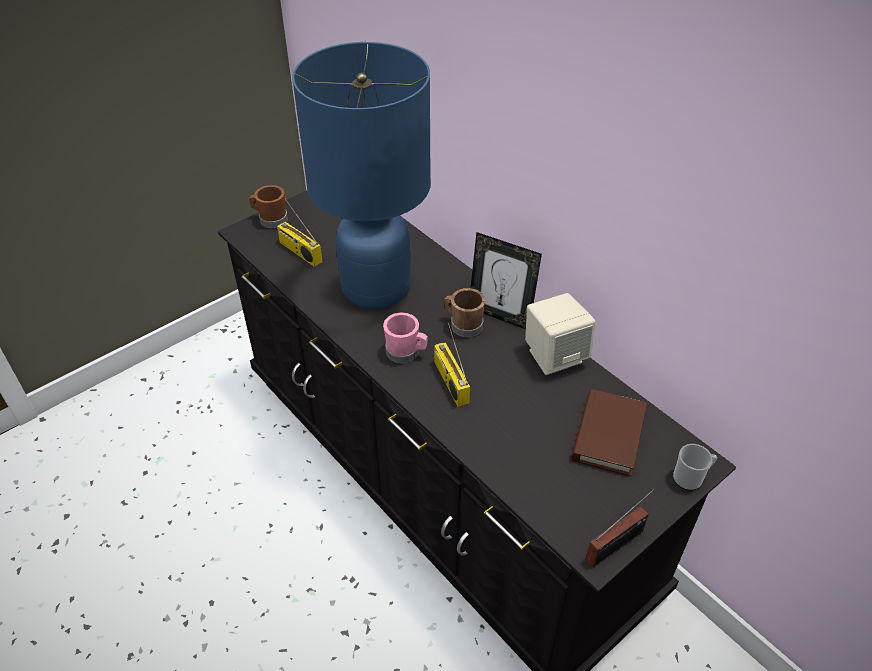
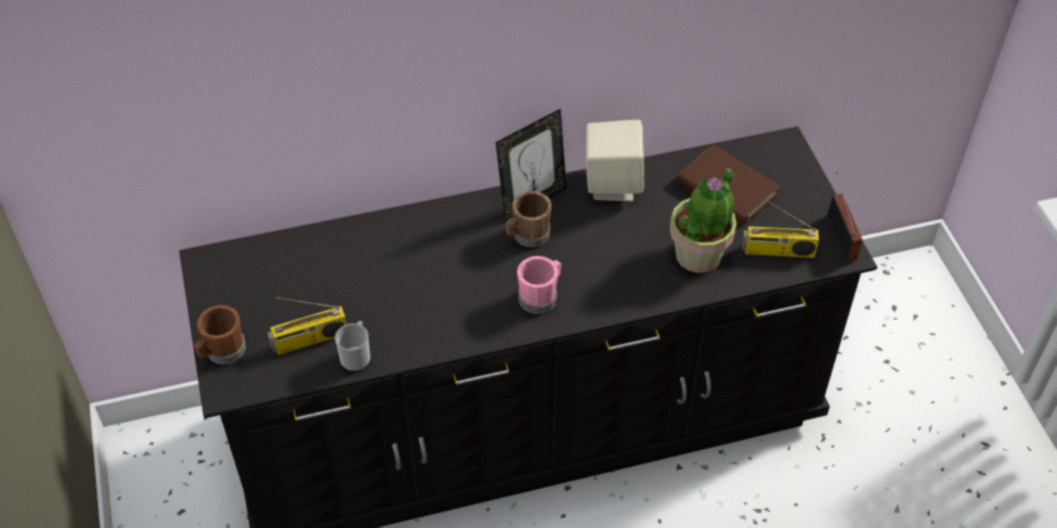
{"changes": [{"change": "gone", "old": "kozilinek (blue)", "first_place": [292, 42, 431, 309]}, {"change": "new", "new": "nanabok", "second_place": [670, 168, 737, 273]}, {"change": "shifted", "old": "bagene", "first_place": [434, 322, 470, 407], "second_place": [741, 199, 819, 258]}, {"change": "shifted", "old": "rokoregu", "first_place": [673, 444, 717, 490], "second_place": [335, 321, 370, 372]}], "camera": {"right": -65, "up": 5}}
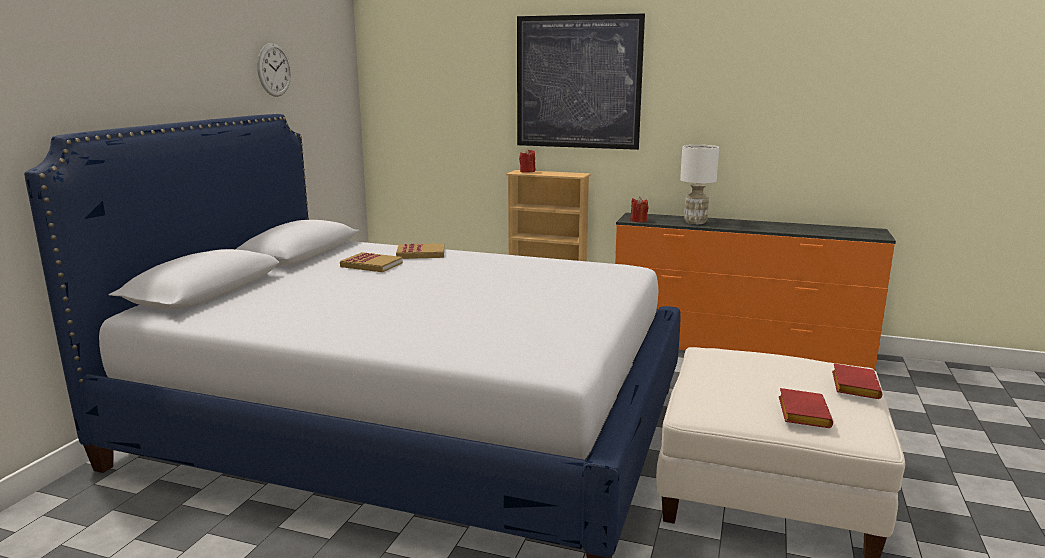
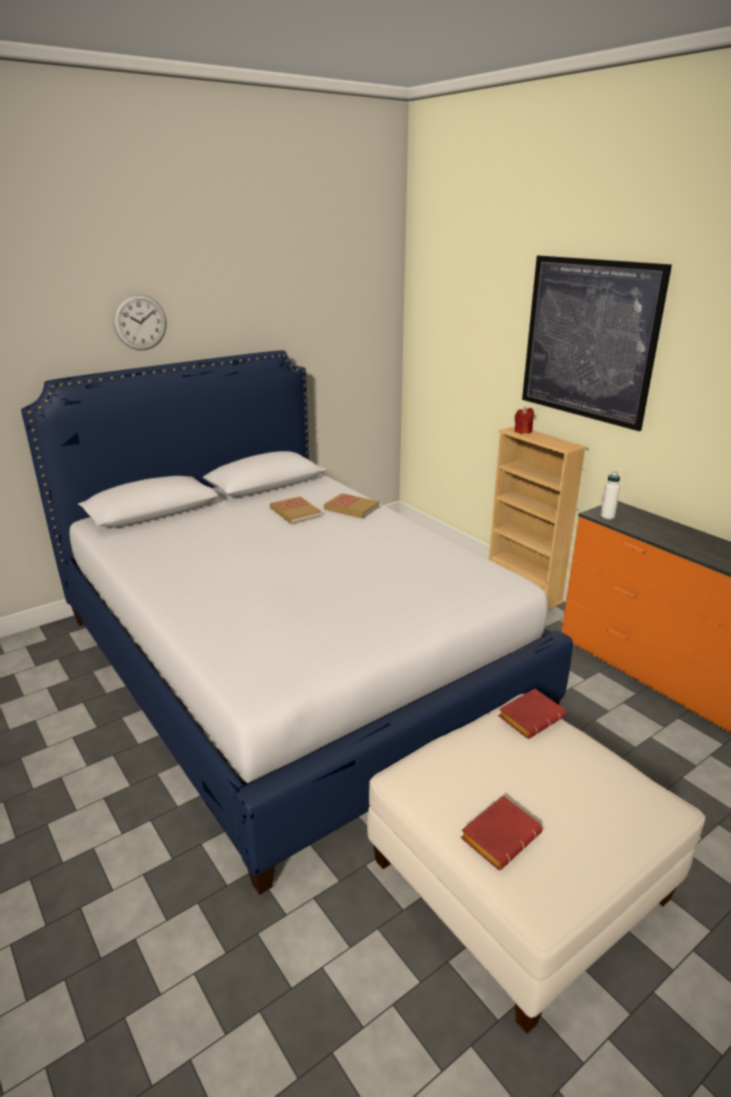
{"changes": [{"change": "gone", "old": "kozilinek (white)", "first_place": [680, 145, 719, 224]}, {"change": "shifted", "old": "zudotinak", "first_place": [257, 43, 291, 97], "second_place": [113, 294, 166, 350]}, {"change": "shifted", "old": "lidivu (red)", "first_place": [832, 363, 882, 399], "second_place": [498, 689, 566, 739]}, {"change": "swapped", "old": "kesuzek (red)", "new": "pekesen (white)", "first_place": [630, 197, 648, 222], "second_place": [600, 471, 620, 520]}], "camera": {"right": 35, "up": 10}}
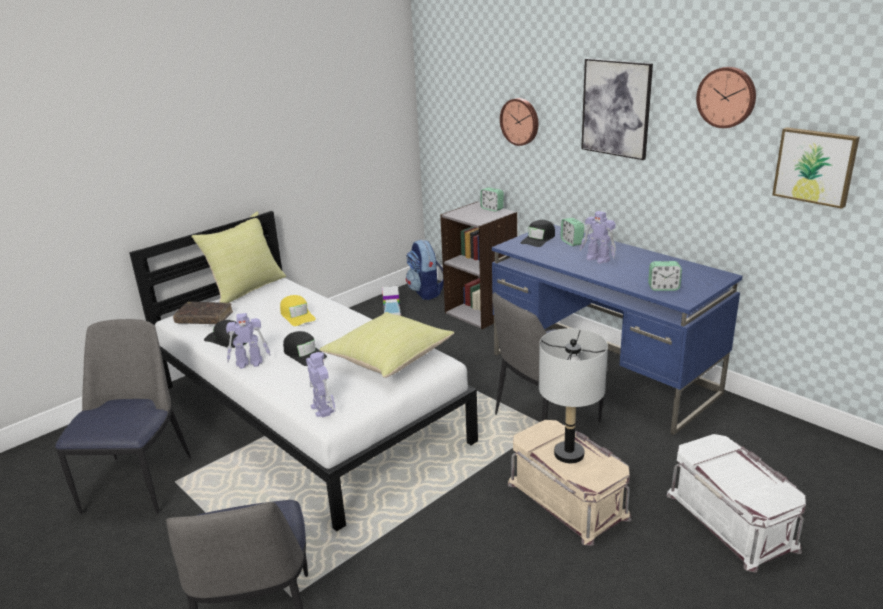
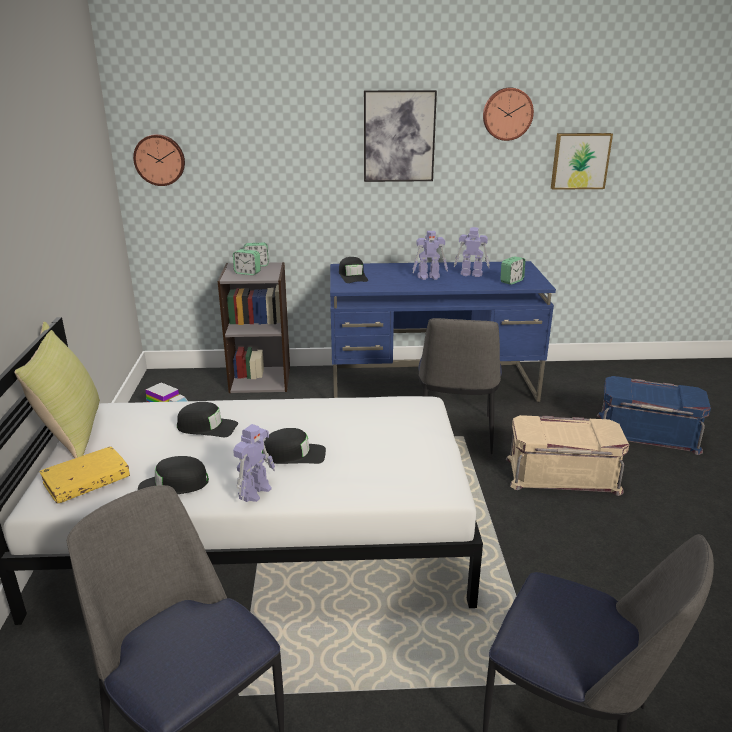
{"changes": [{"change": "gone", "old": "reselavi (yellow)", "first_place": [320, 312, 454, 378]}, {"change": "gone", "old": "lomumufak", "first_place": [406, 239, 444, 300]}, {"change": "gone", "old": "kozilinek (grey)", "first_place": [539, 328, 608, 463]}, {"change": "shifted", "old": "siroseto", "first_place": [306, 352, 336, 418], "second_place": [454, 227, 490, 277]}, {"change": "shifted", "old": "zudotinak", "first_place": [500, 98, 538, 146], "second_place": [133, 134, 185, 186]}, {"change": "shifted", "old": "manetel", "first_place": [560, 218, 584, 246], "second_place": [233, 249, 261, 275]}, {"change": "repainted", "old": "lidivu (brown)", "new": "lidivu (yellow)", "first_place": [173, 301, 233, 324], "second_place": [40, 447, 130, 503]}, {"change": "repainted", "old": "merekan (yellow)", "new": "merekan (black)", "first_place": [280, 295, 316, 326], "second_place": [177, 402, 238, 437]}, {"change": "repainted", "old": "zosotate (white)", "new": "zosotate (blue)", "first_place": [667, 434, 806, 572], "second_place": [597, 376, 711, 455]}], "camera": {"right": -50, "up": 0}}
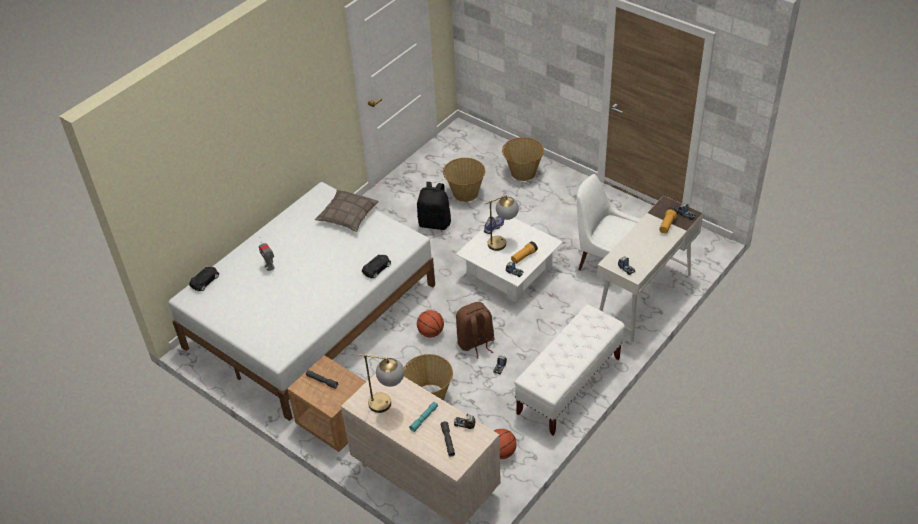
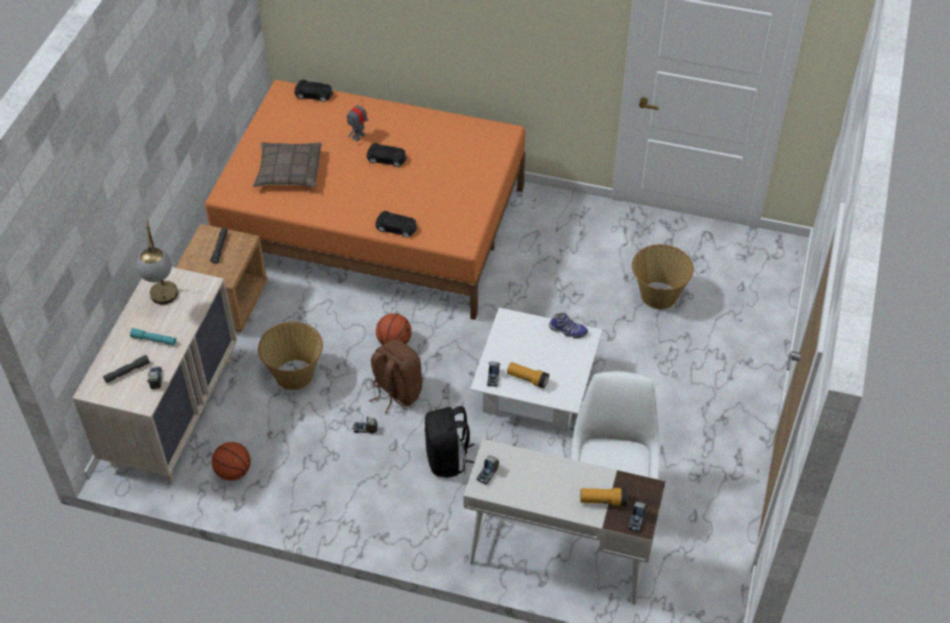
{"changes": [{"change": "gone", "old": "kozilinek", "first_place": [485, 195, 519, 251]}, {"change": "gone", "old": "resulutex", "first_place": [502, 137, 544, 181]}, {"change": "gone", "old": "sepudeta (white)", "first_place": [514, 304, 625, 435]}, {"change": "new", "new": "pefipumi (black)", "second_place": [367, 143, 407, 167]}, {"change": "shifted", "old": "reselavi", "first_place": [315, 190, 379, 232], "second_place": [253, 142, 322, 187]}, {"change": "shifted", "old": "lomumufak (black)", "first_place": [417, 182, 451, 230], "second_place": [425, 406, 475, 478]}, {"change": "repainted", "old": "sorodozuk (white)", "new": "sorodozuk (orange)", "first_place": [169, 182, 435, 421], "second_place": [205, 80, 525, 320]}], "camera": {"right": 65, "up": 5}}
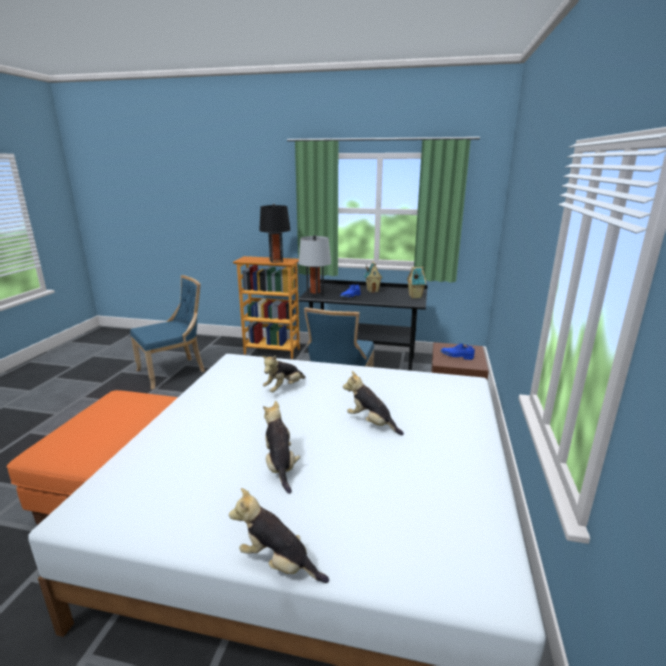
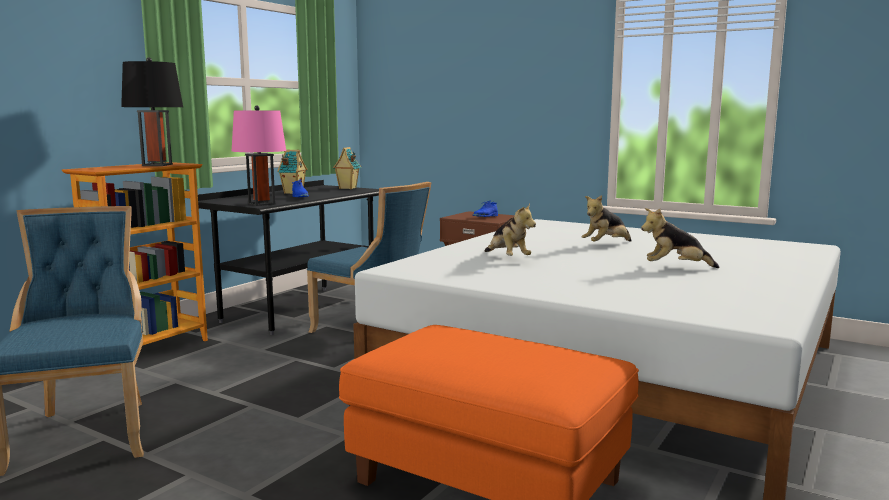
{"changes": [{"change": "gone", "old": "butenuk", "first_place": [229, 488, 329, 583]}, {"change": "repainted", "old": "kozilinek (grey)", "new": "kozilinek (pink)", "first_place": [299, 235, 331, 297], "second_place": [232, 105, 286, 206]}], "camera": {"right": -70, "up": -10}}
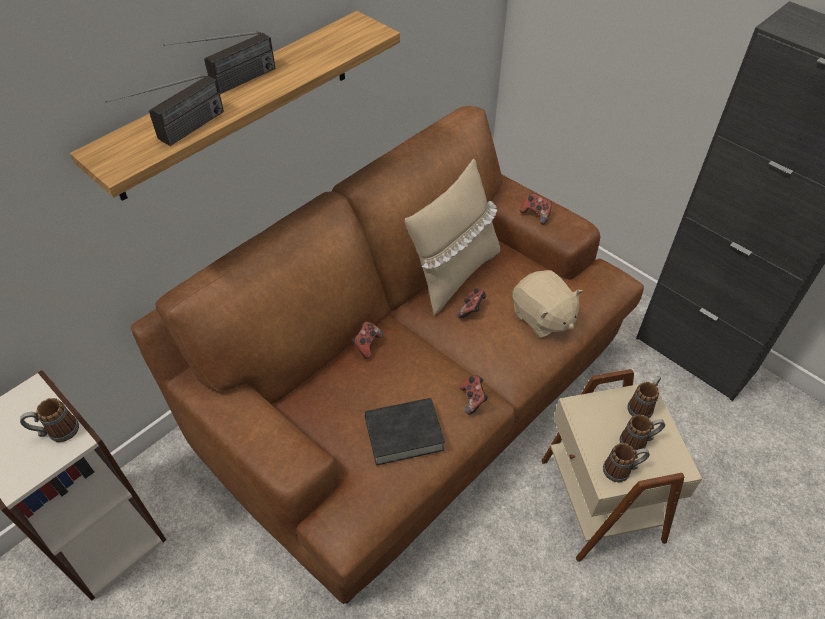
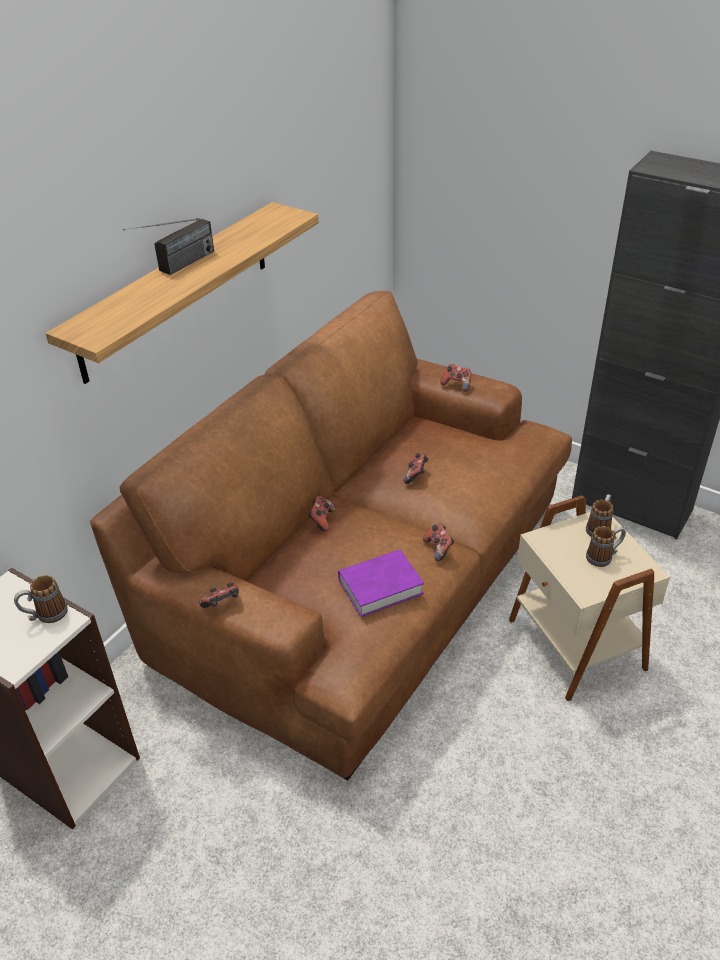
{"changes": [{"change": "gone", "old": "bagene", "first_place": [105, 74, 224, 146]}, {"change": "gone", "old": "reselavi (beige)", "first_place": [405, 159, 500, 316]}, {"change": "gone", "old": "butenuk (beige)", "first_place": [512, 270, 583, 338]}, {"change": "gone", "old": "rokoregu", "first_place": [603, 443, 650, 482]}, {"change": "new", "new": "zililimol", "second_place": [199, 582, 239, 608]}, {"change": "repainted", "old": "lidivu (black)", "new": "lidivu (purple)", "first_place": [365, 398, 445, 465], "second_place": [338, 549, 424, 617]}], "camera": {"right": -10, "up": -10}}
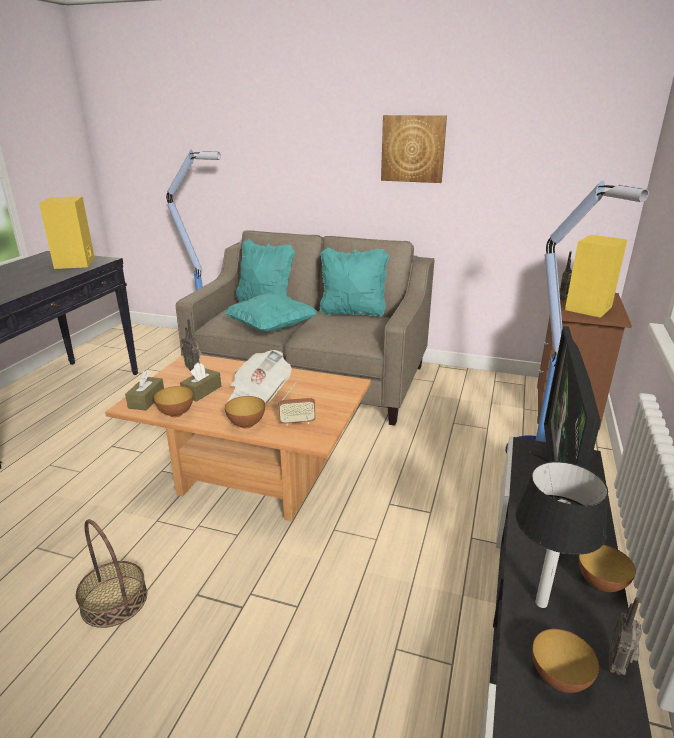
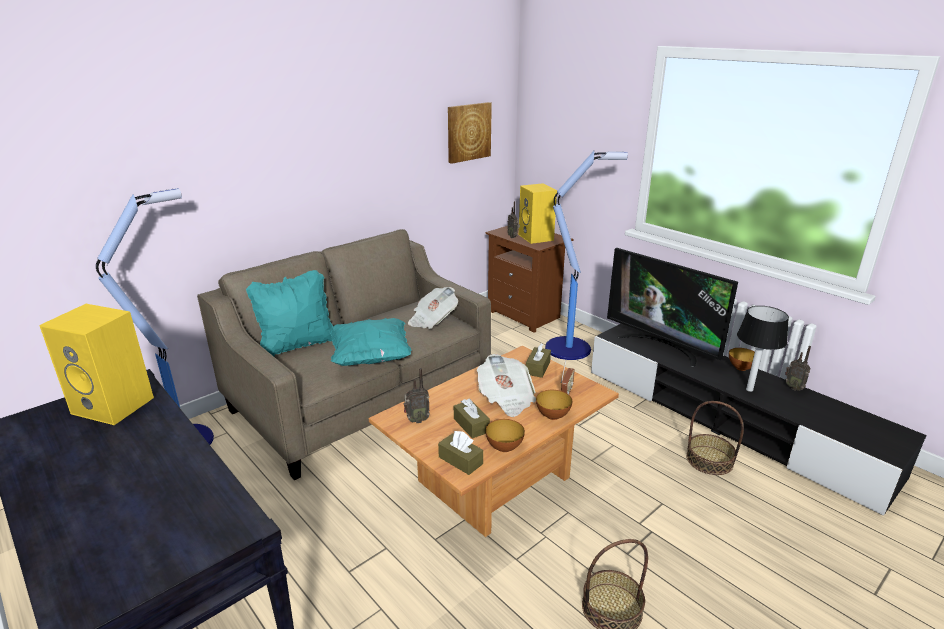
{"changes": [{"change": "gone", "old": "reselavi (turquoise)", "first_place": [320, 247, 389, 317]}, {"change": "gone", "old": "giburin", "first_place": [532, 629, 599, 693]}, {"change": "new", "new": "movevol", "second_place": [408, 287, 458, 329]}, {"change": "new", "new": "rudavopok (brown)", "second_place": [526, 343, 551, 378]}, {"change": "new", "new": "resulutex", "second_place": [686, 401, 744, 475]}, {"change": "shifted", "old": "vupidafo", "first_place": [381, 115, 447, 183], "second_place": [448, 102, 492, 164]}], "camera": {"right": -60, "up": 0}}
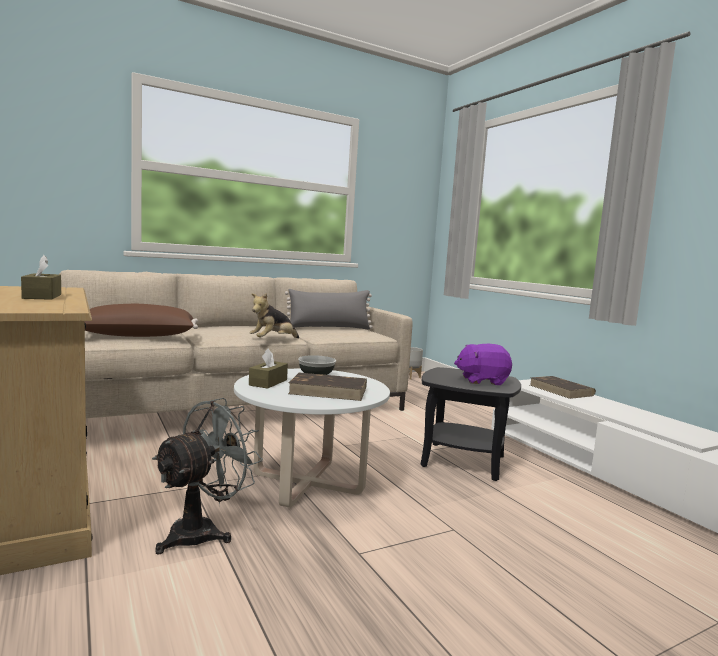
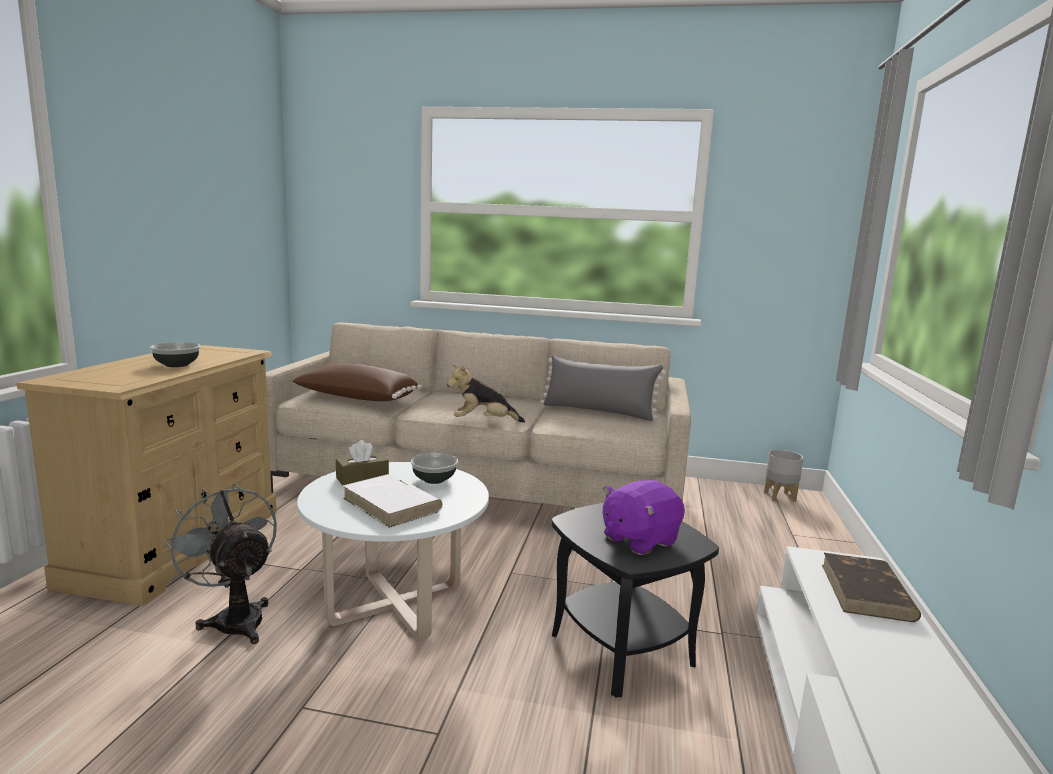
{"changes": [{"change": "swapped", "old": "rudavopok (brown)", "new": "giburin", "first_place": [21, 255, 61, 300], "second_place": [150, 342, 200, 367]}, {"change": "repainted", "old": "lidivu (brown)", "new": "lidivu (white)", "first_place": [288, 373, 367, 401], "second_place": [343, 474, 443, 528]}, {"change": "rotated", "old": "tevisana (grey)", "first_place": [152, 398, 263, 554], "second_place": [165, 483, 277, 644], "degrees": -120}, {"change": "rotated", "old": "butenuk (purple)", "first_place": [454, 344, 512, 385], "second_place": [603, 480, 685, 555], "degrees": -75}], "camera": {"right": 40, "up": 5}}
